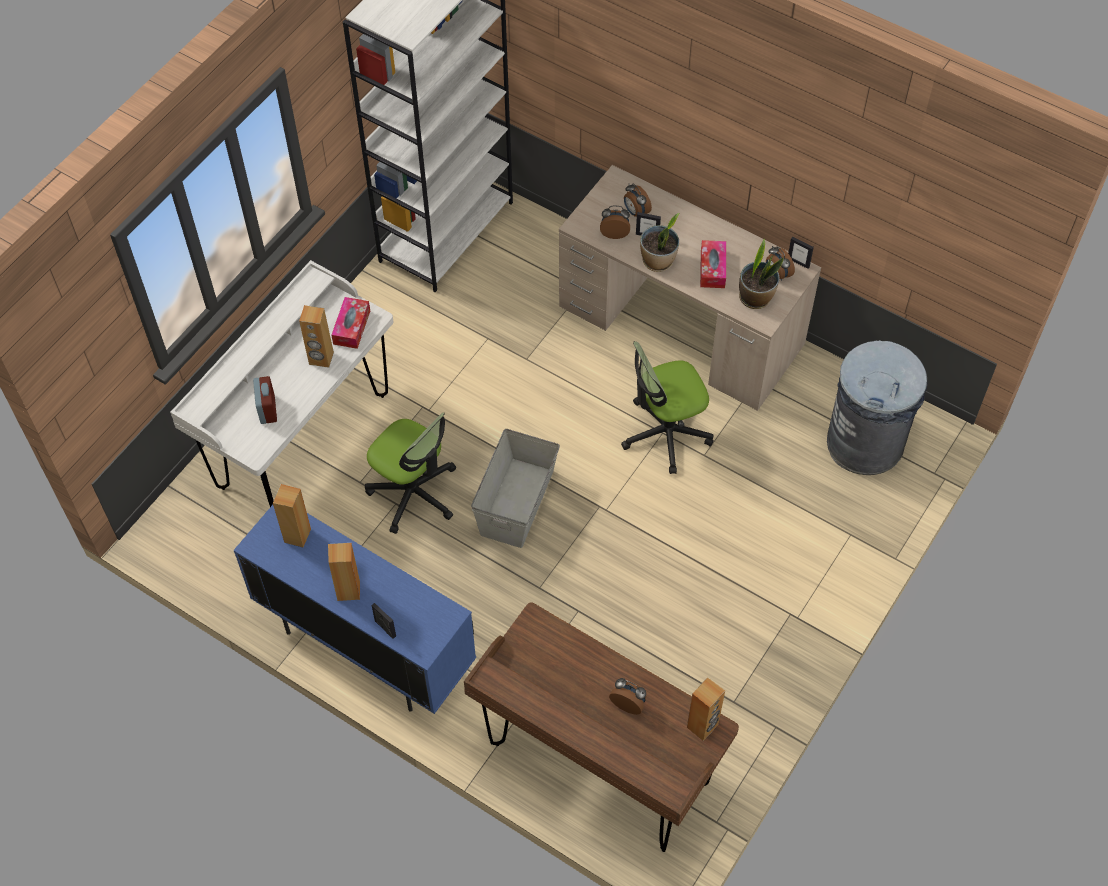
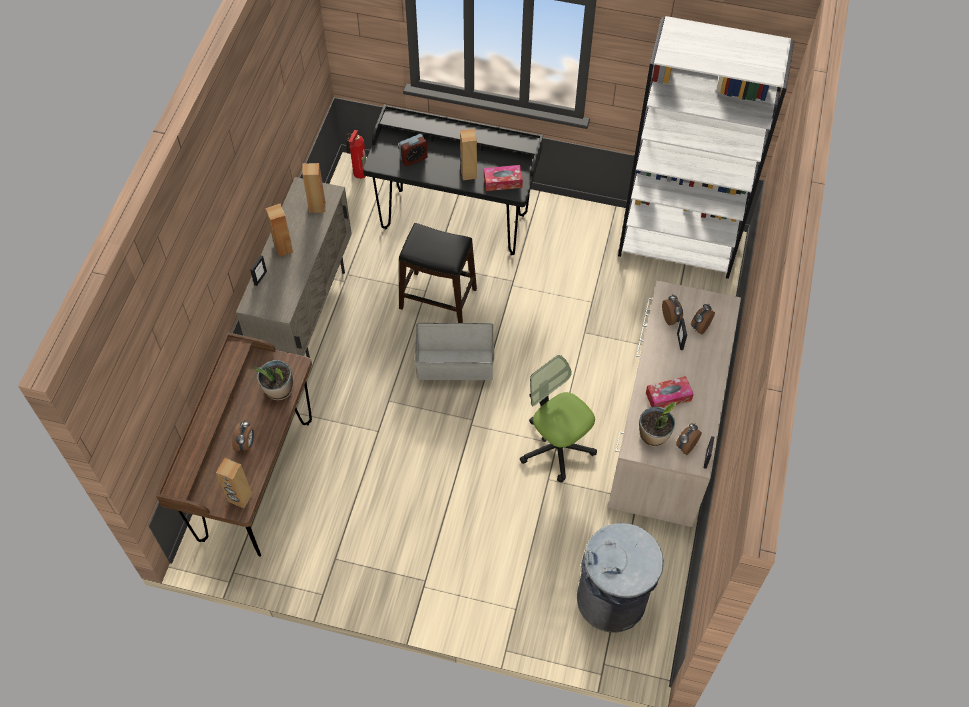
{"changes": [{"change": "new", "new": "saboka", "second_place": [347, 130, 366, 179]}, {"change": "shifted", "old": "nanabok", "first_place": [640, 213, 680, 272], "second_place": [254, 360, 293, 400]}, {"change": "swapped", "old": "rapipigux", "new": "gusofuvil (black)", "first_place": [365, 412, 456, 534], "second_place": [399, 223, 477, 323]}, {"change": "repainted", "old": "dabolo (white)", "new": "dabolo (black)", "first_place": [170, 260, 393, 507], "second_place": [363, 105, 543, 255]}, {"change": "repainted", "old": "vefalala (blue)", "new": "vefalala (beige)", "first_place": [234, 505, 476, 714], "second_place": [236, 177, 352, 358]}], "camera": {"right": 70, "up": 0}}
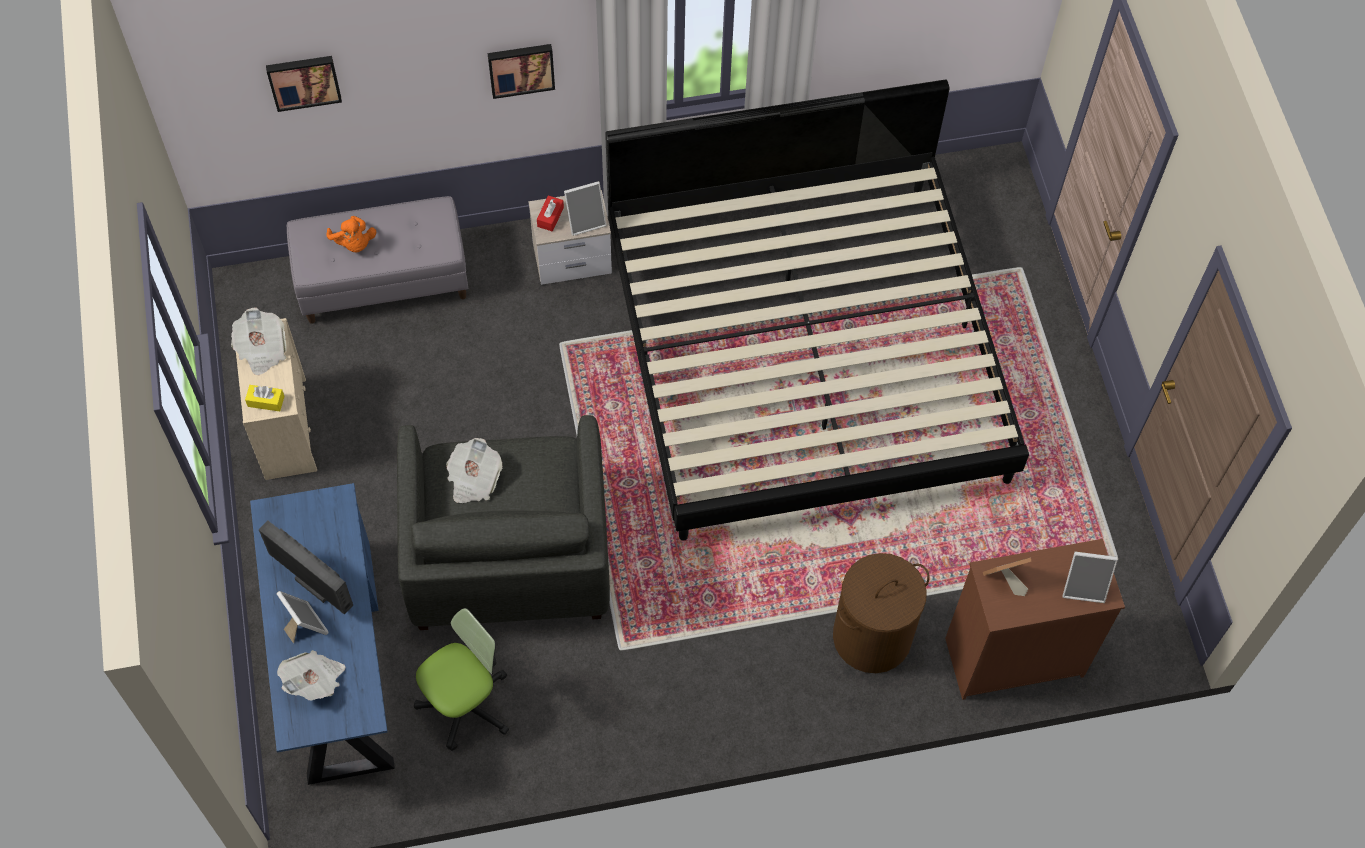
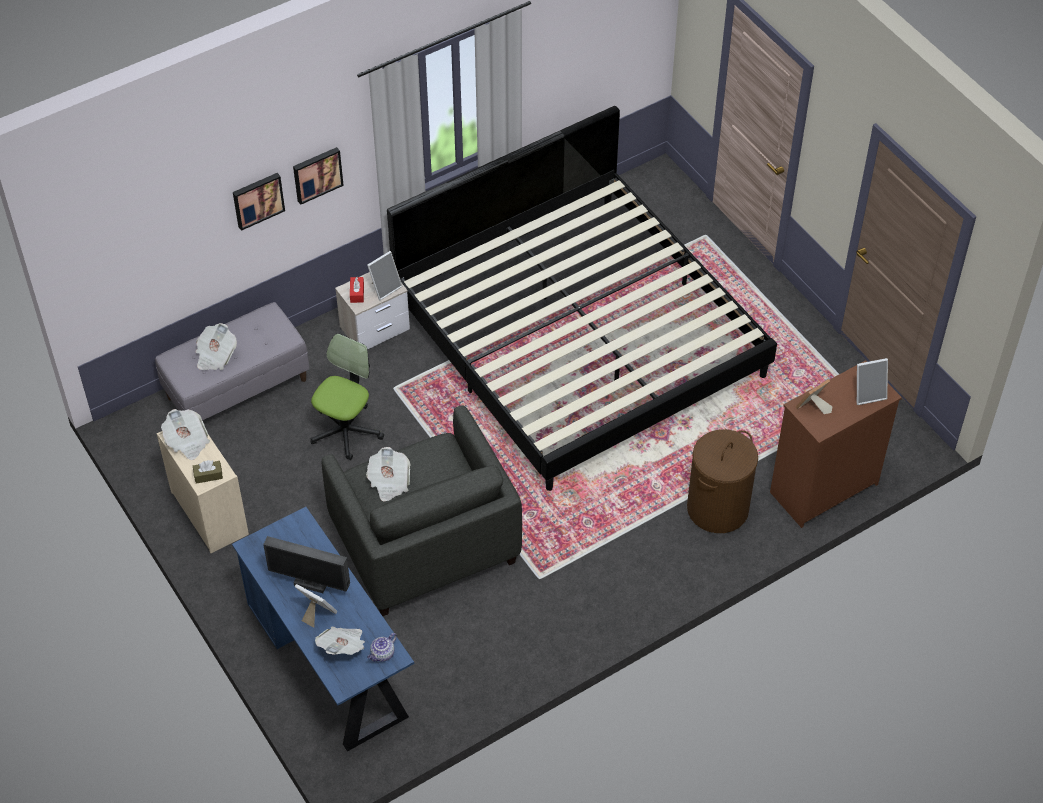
{"changes": [{"change": "new", "new": "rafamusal", "second_place": [367, 633, 397, 662]}, {"change": "shifted", "old": "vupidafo", "first_place": [266, 56, 342, 112], "second_place": [233, 173, 285, 231]}, {"change": "shifted", "old": "rapipigux", "first_place": [414, 608, 509, 751], "second_place": [310, 334, 384, 460]}, {"change": "swapped", "old": "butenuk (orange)", "new": "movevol", "first_place": [326, 216, 376, 252], "second_place": [196, 323, 237, 370]}, {"change": "repainted", "old": "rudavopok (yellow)", "new": "rudavopok (brown)", "first_place": [245, 385, 285, 411], "second_place": [193, 460, 223, 484]}], "camera": {"right": -20, "up": -10}}
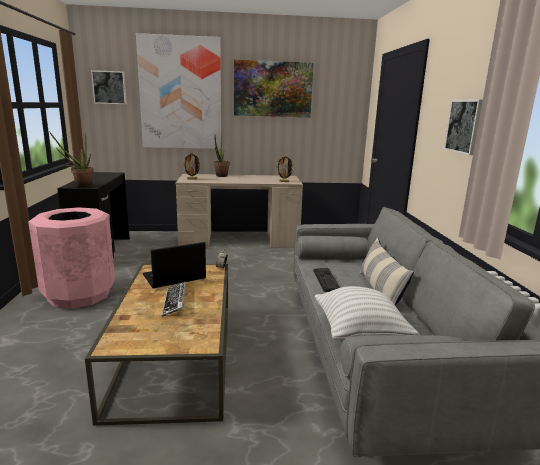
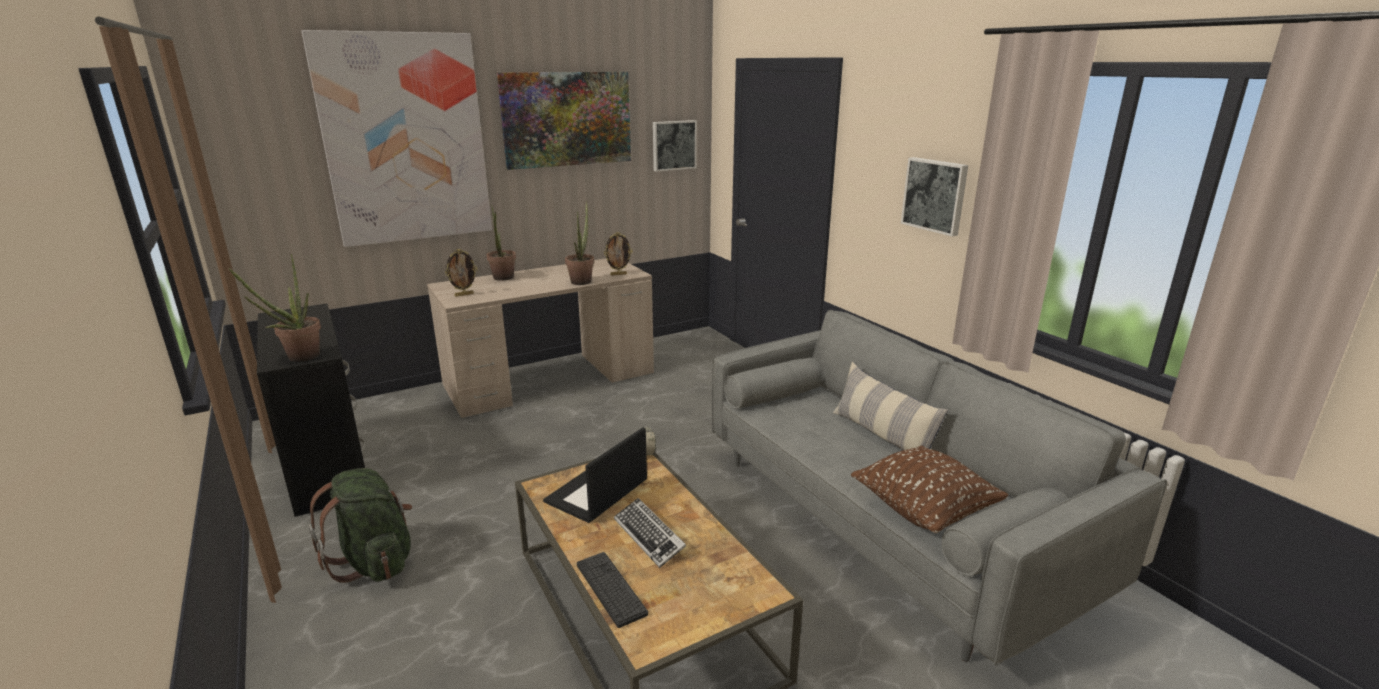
{"changes": [{"change": "new", "new": "nanabok", "second_place": [565, 201, 594, 285]}, {"change": "shifted", "old": "vupidafo", "first_place": [91, 70, 127, 104], "second_place": [653, 120, 697, 172]}, {"change": "shifted", "old": "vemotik", "first_place": [313, 268, 340, 292], "second_place": [577, 552, 648, 628]}, {"change": "swapped", "old": "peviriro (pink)", "new": "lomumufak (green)", "first_place": [28, 207, 115, 309], "second_place": [309, 468, 412, 583]}, {"change": "repainted", "old": "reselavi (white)", "new": "reselavi (brown)", "first_place": [315, 286, 419, 341], "second_place": [851, 446, 1008, 533]}], "camera": {"right": -25, "up": 5}}
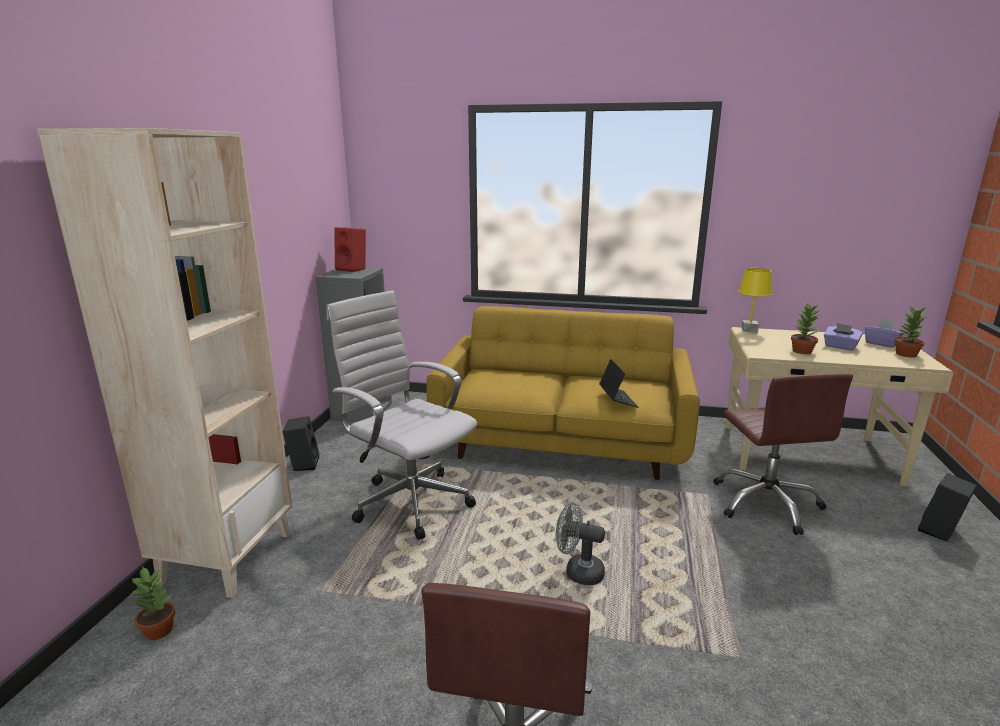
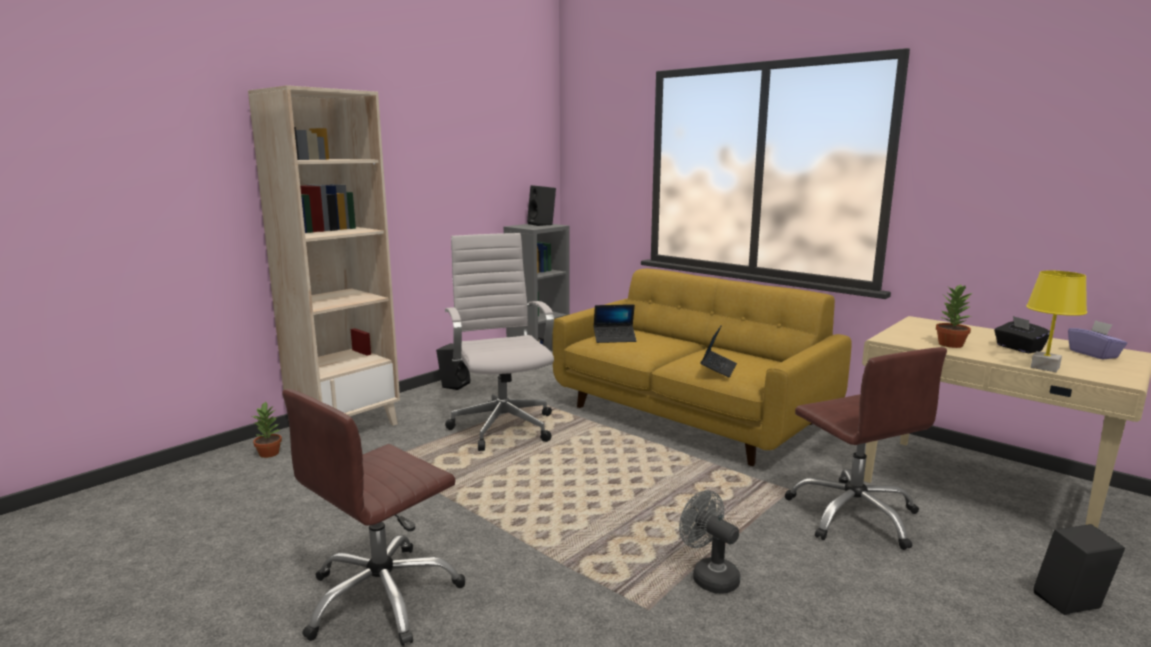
{"changes": [{"change": "gone", "old": "nanabok", "first_place": [895, 305, 927, 358]}, {"change": "new", "new": "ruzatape", "second_place": [594, 304, 637, 343]}, {"change": "shifted", "old": "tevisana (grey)", "first_place": [556, 503, 605, 585], "second_place": [679, 490, 740, 594]}, {"change": "shifted", "old": "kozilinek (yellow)", "first_place": [738, 268, 772, 332], "second_place": [1026, 270, 1087, 372]}, {"change": "repainted", "old": "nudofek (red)", "new": "nudofek (black)", "first_place": [334, 227, 366, 272], "second_place": [527, 185, 556, 226]}, {"change": "repainted", "old": "rudavopok (purple)", "new": "rudavopok (black)", "first_place": [824, 323, 863, 351], "second_place": [994, 316, 1050, 353]}, {"change": "rotated", "old": "rapipigux (brown)", "first_place": [713, 373, 853, 535], "second_place": [785, 347, 947, 550], "degrees": -45}], "camera": {"right": 30, "up": -5}}
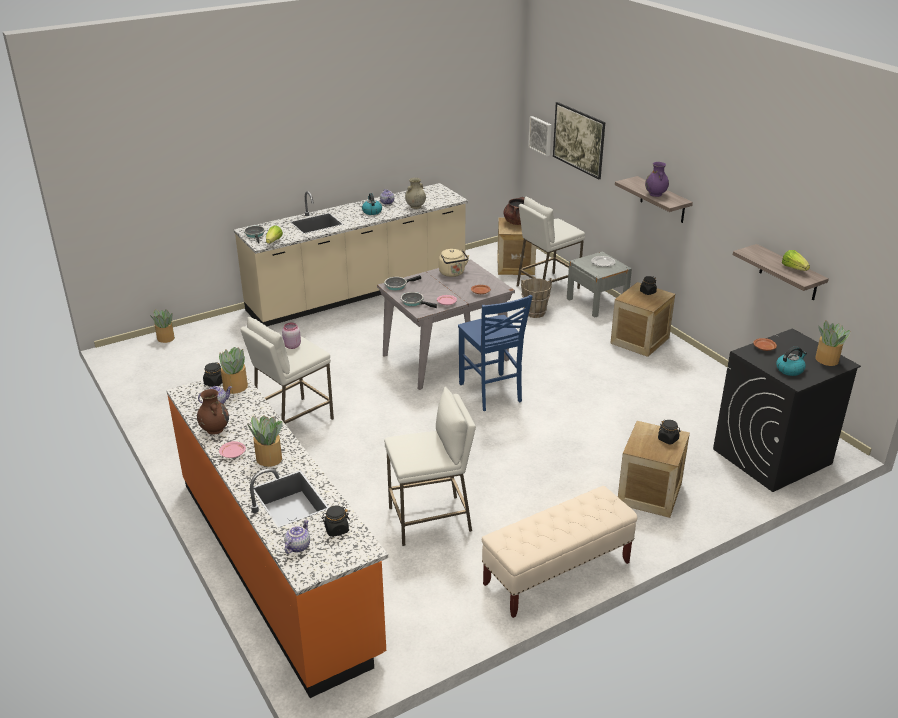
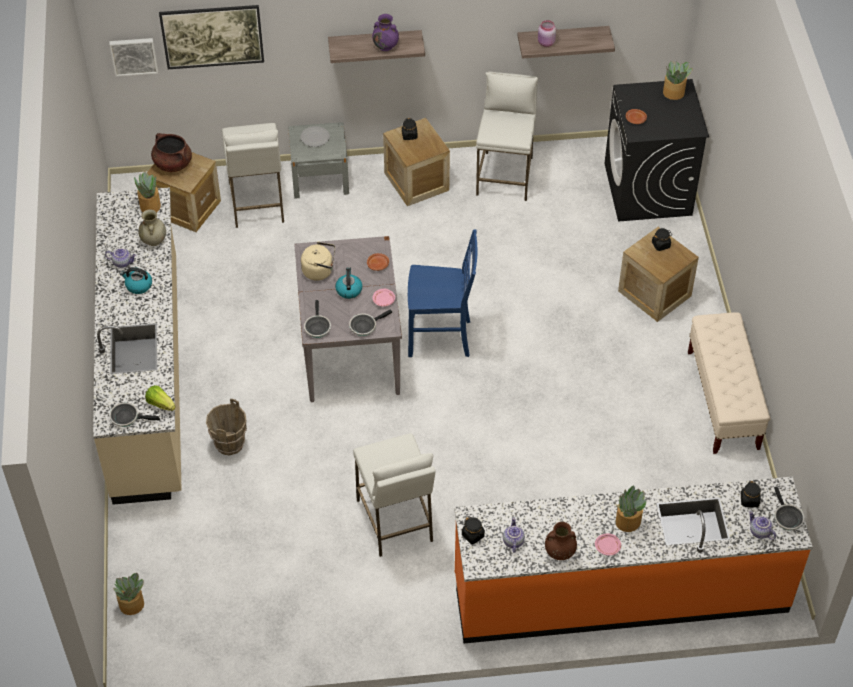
{"changes": [{"change": "gone", "old": "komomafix", "first_place": [782, 250, 810, 271]}, {"change": "new", "new": "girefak", "second_place": [774, 487, 804, 530]}, {"change": "shifted", "old": "nanabok", "first_place": [215, 347, 248, 394], "second_place": [134, 172, 161, 212]}, {"change": "shifted", "old": "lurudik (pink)", "first_place": [282, 323, 301, 349], "second_place": [538, 20, 556, 47]}, {"change": "shifted", "old": "gusofuvil (white)", "first_place": [384, 387, 476, 546], "second_place": [476, 71, 538, 201]}, {"change": "shifted", "old": "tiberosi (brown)", "first_place": [521, 278, 552, 318], "second_place": [206, 399, 247, 456]}, {"change": "shifted", "old": "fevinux", "first_place": [776, 346, 807, 376], "second_place": [335, 267, 362, 299]}], "camera": {"right": -65, "up": 20}}
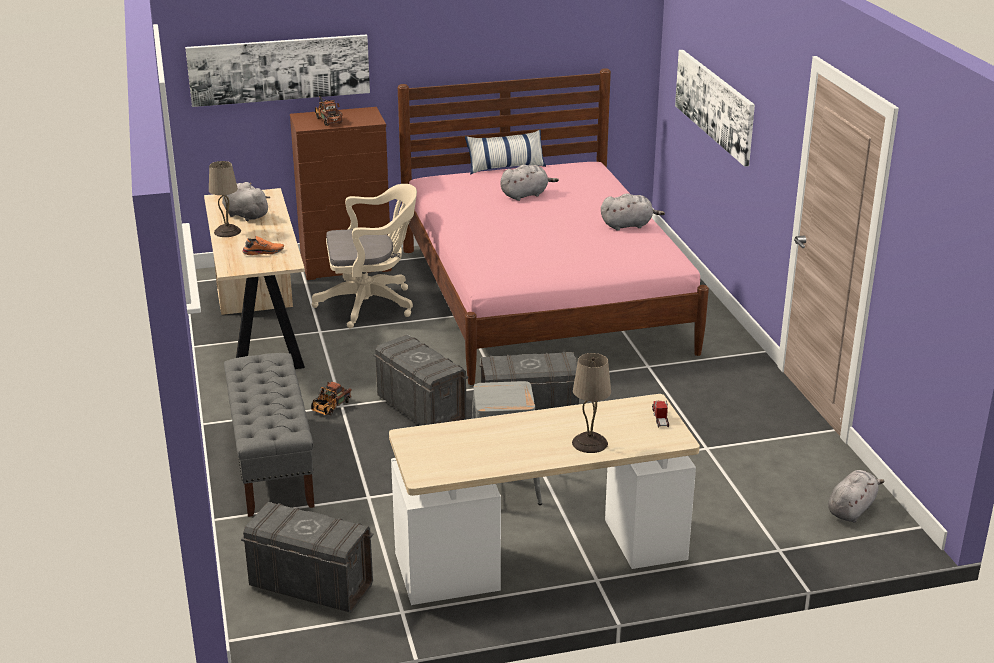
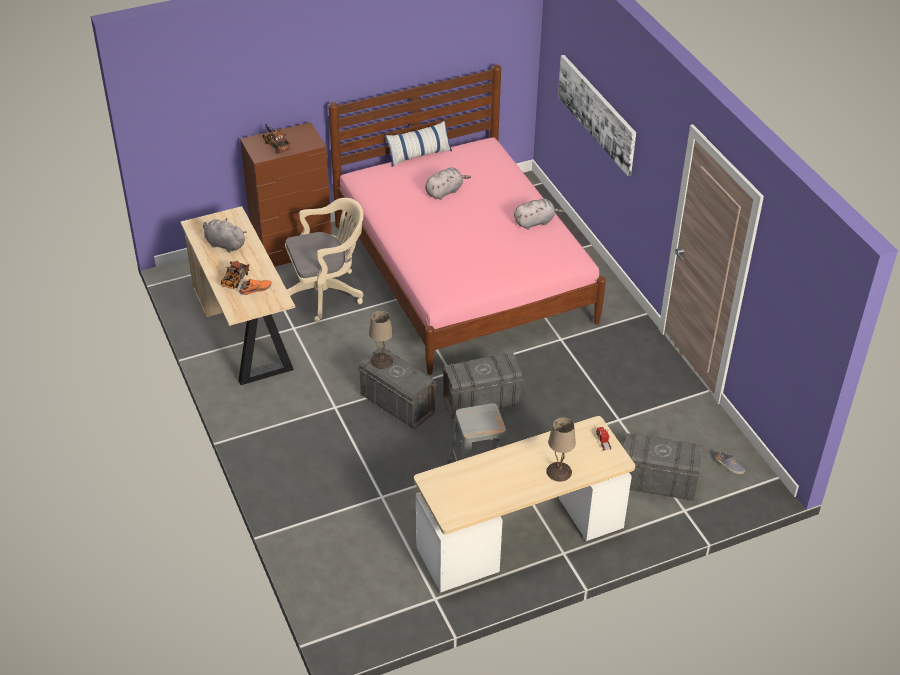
{"changes": [{"change": "gone", "old": "vupidafo", "first_place": [185, 34, 370, 107]}, {"change": "gone", "old": "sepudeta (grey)", "first_place": [224, 353, 315, 517]}, {"change": "shifted", "old": "kozilinek (beige)", "first_place": [209, 161, 241, 237], "second_place": [369, 311, 393, 369]}, {"change": "shifted", "old": "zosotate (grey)", "first_place": [241, 502, 373, 613], "second_place": [624, 433, 703, 501]}, {"change": "shifted", "old": "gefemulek", "first_place": [311, 382, 352, 415], "second_place": [221, 261, 250, 289]}, {"change": "swapped", "old": "butenuk (grey)", "new": "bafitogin", "first_place": [828, 470, 885, 522], "second_place": [716, 451, 746, 474]}], "camera": {"right": -10, "up": 15}}
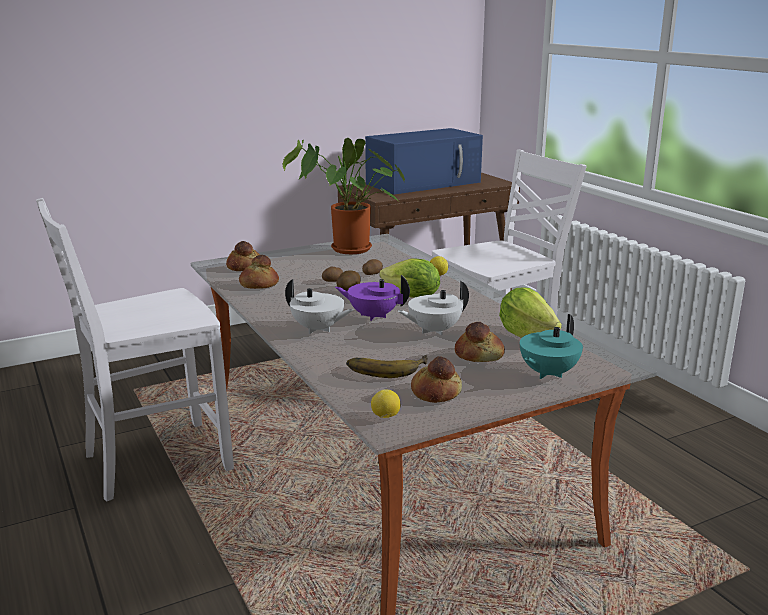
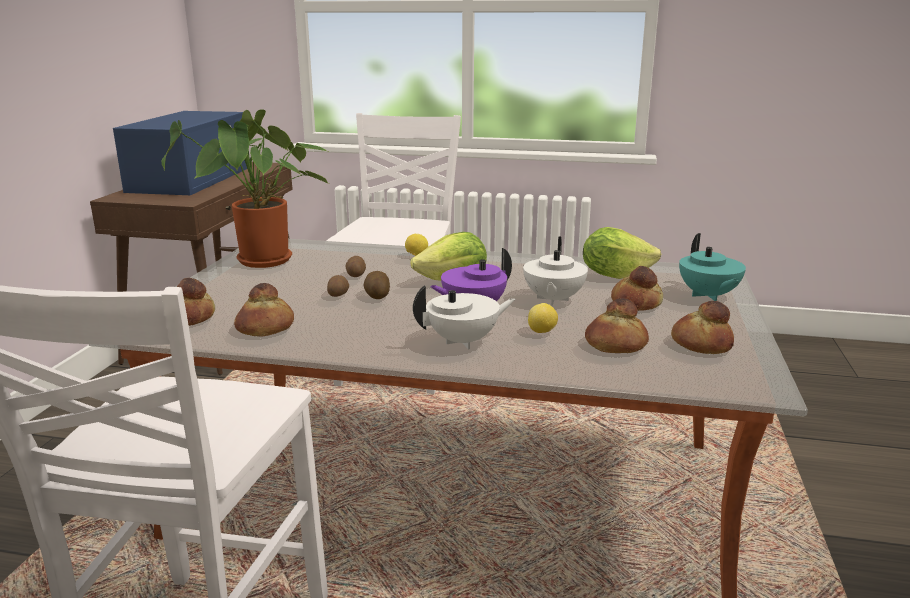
{"changes": [{"change": "shifted", "old": "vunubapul", "first_place": [371, 389, 400, 418], "second_place": [528, 303, 558, 333]}, {"change": "swapped", "old": "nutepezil", "new": "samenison", "first_place": [346, 355, 428, 378], "second_place": [585, 298, 649, 353]}], "camera": {"right": -50, "up": 0}}
